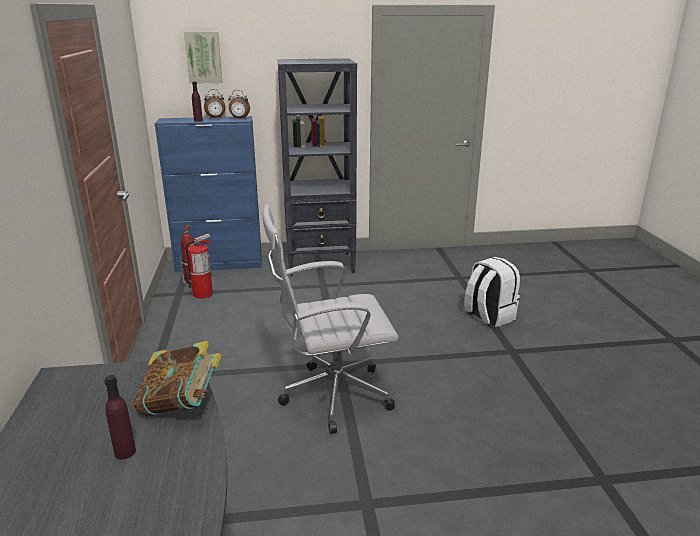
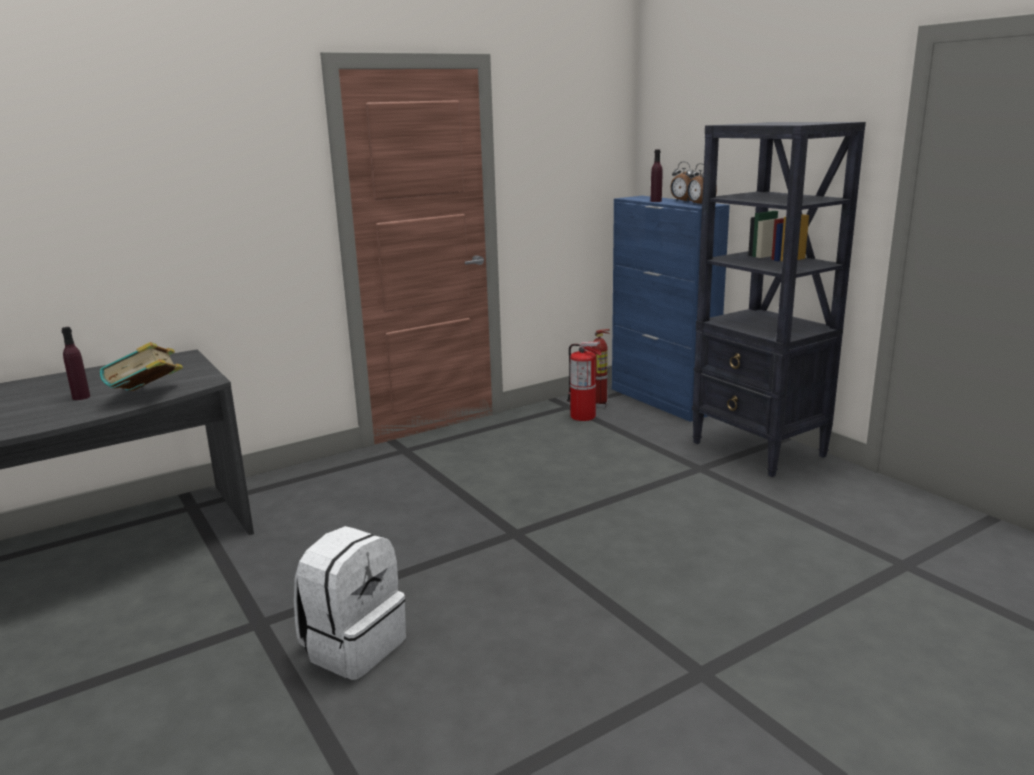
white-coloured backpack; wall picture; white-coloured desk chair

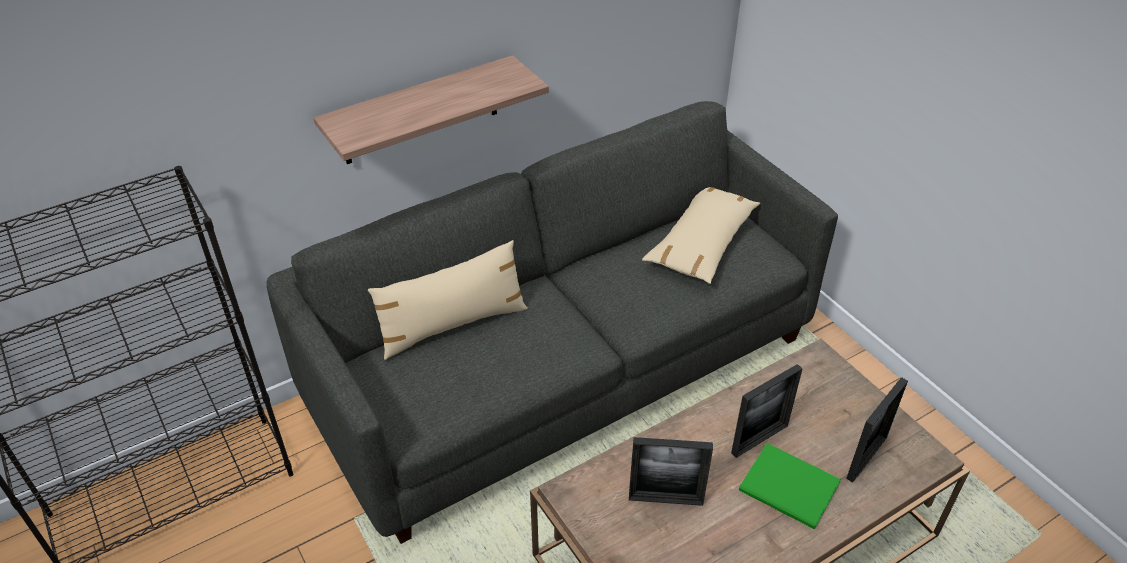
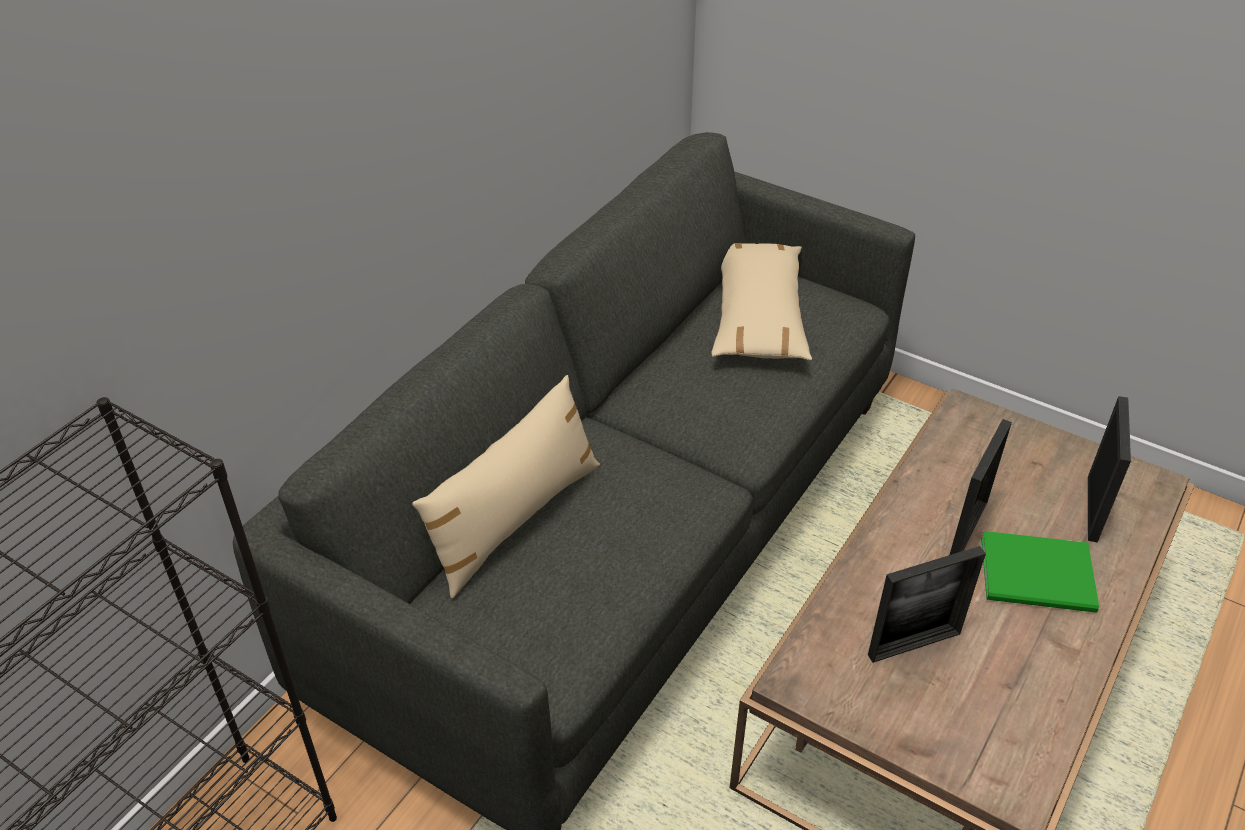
wall shelf

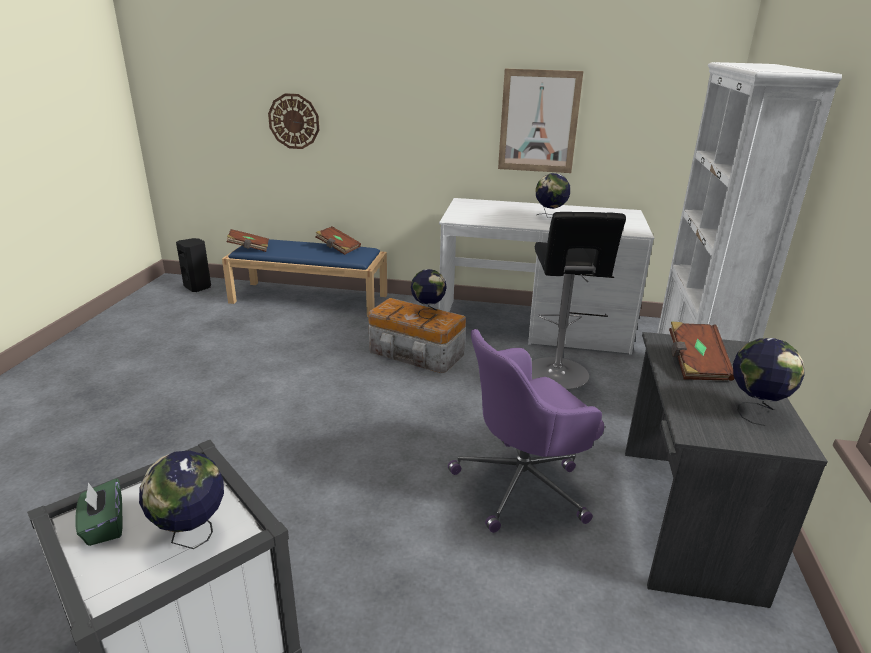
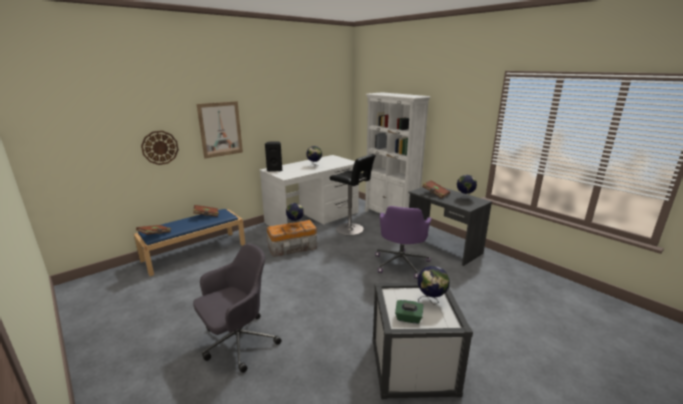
greyish desk chair; wall picture; black speaker

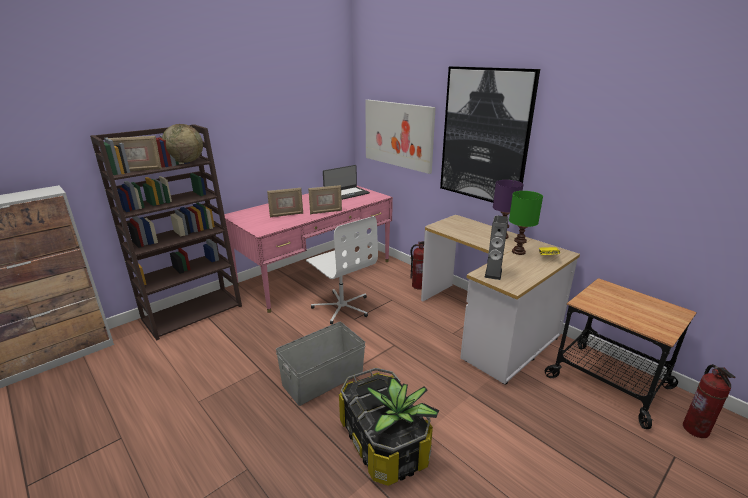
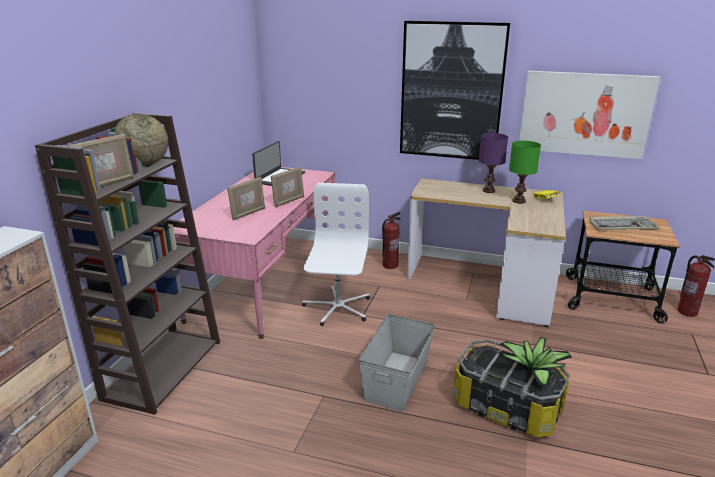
white-coloured desk chair; wall picture (no. 2 from left); PC keyboard; speaker

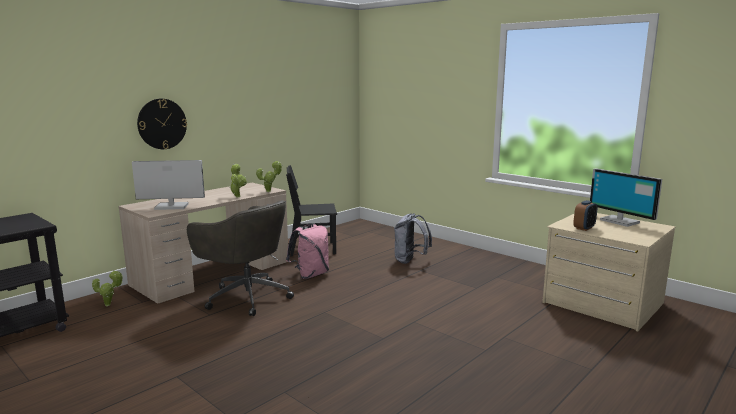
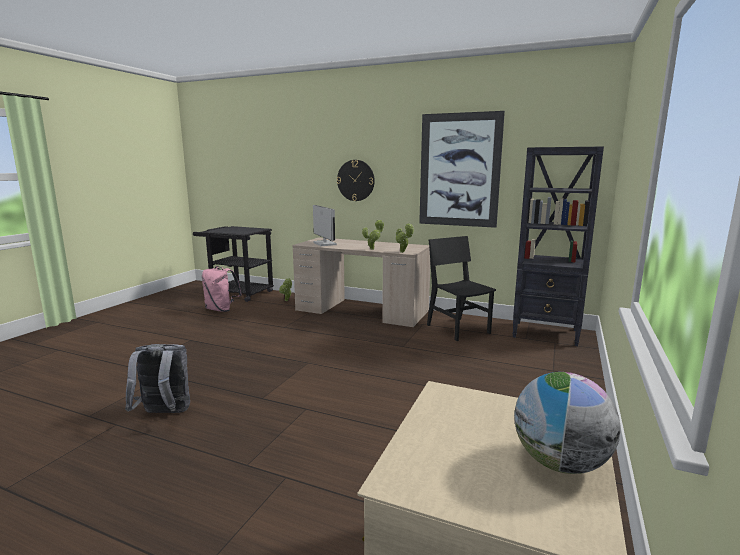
greyish backpack; pinkish backpack; wall picture; black bookshelf; globe; greyish desk chair; bedside clock

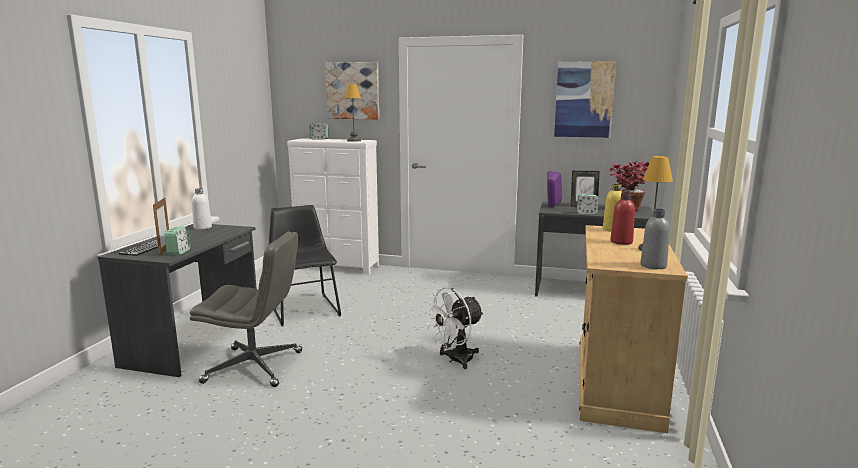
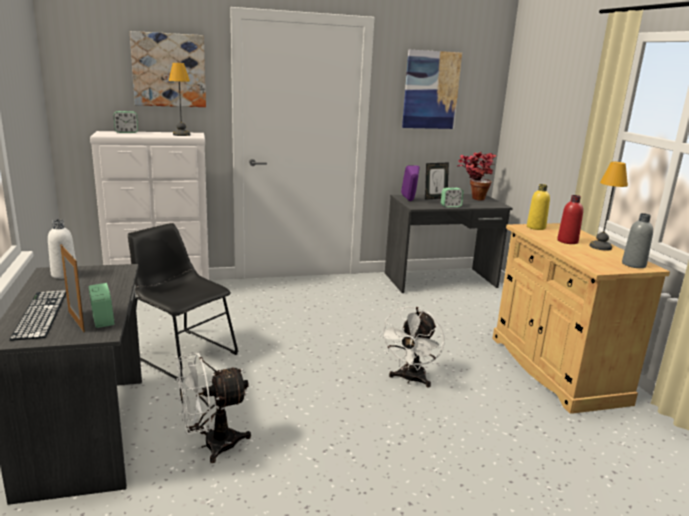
white-coloured electric fan (no. 1 from left)

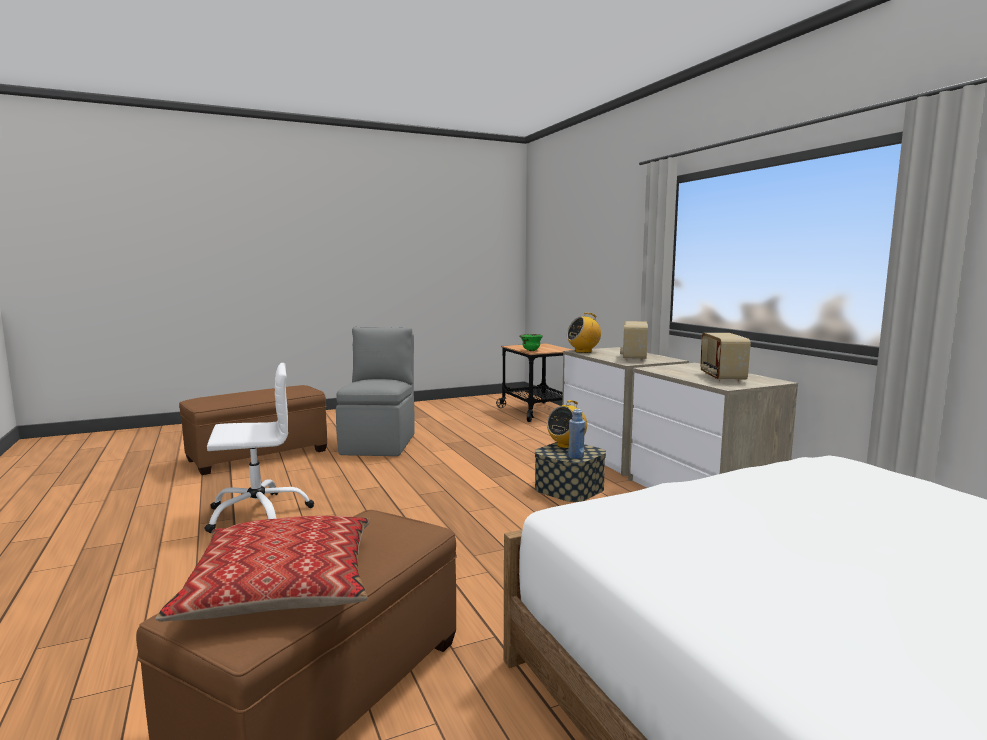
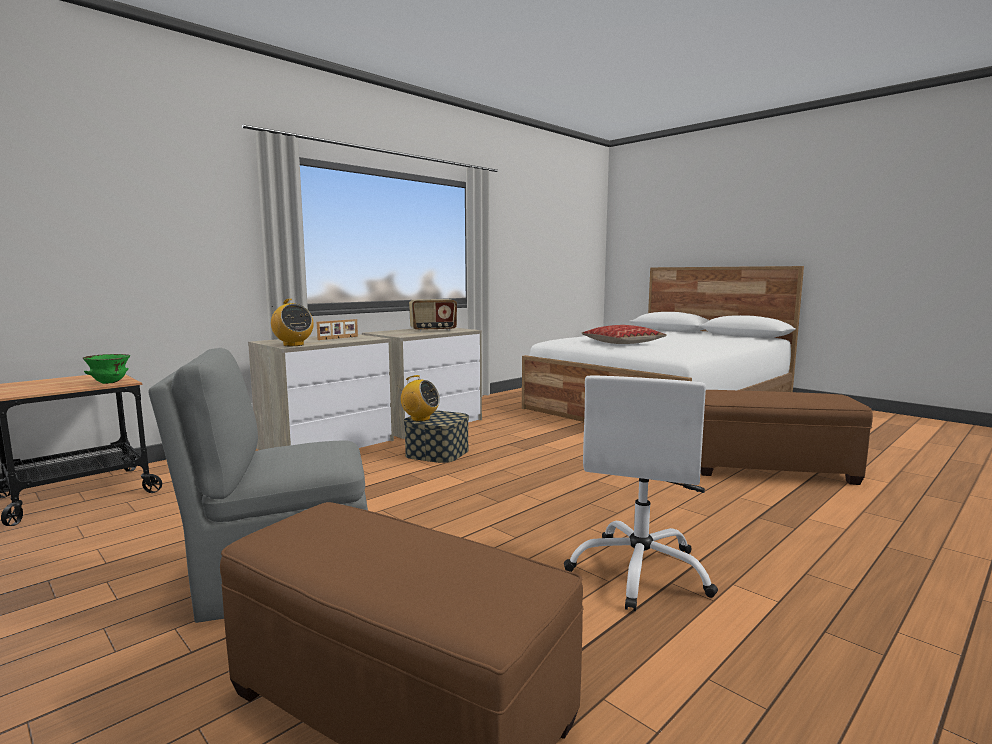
standing frame; white-coloured desk chair; pillow; bluish beverage bottle

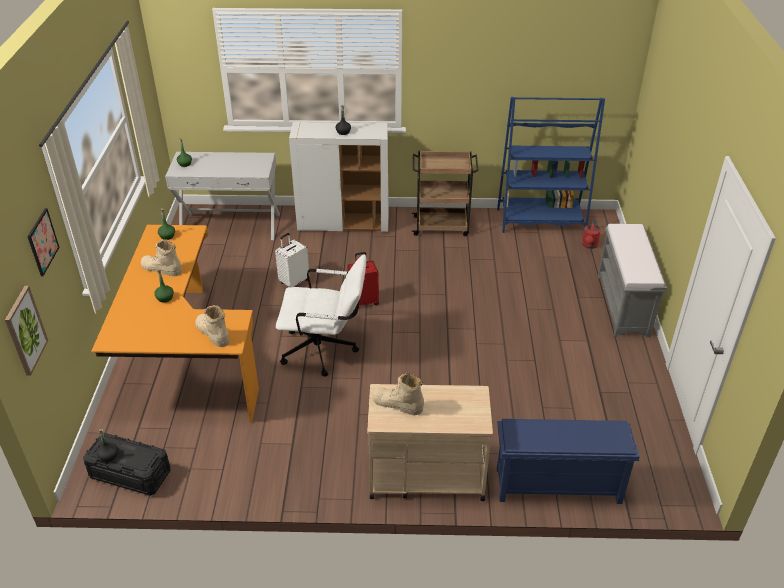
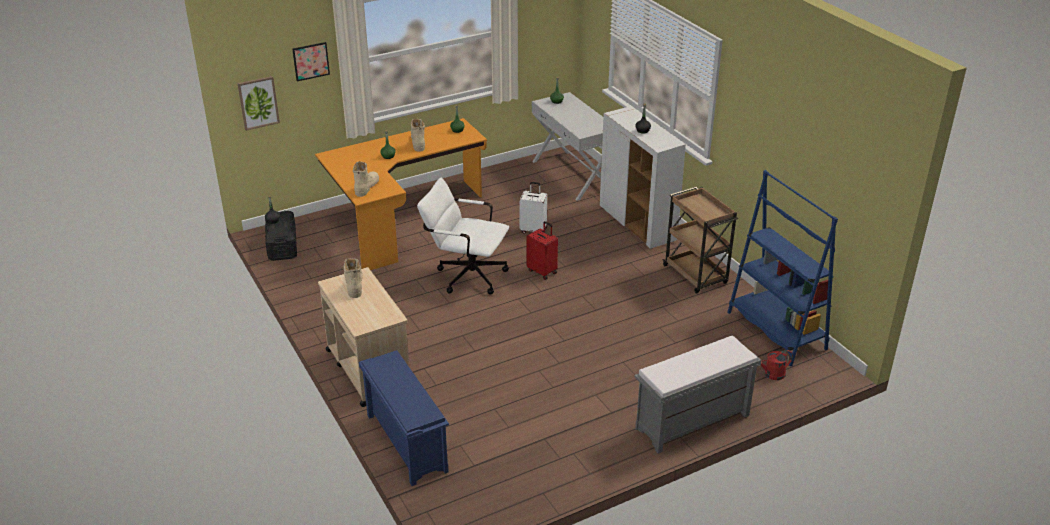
white-coloured desk chair

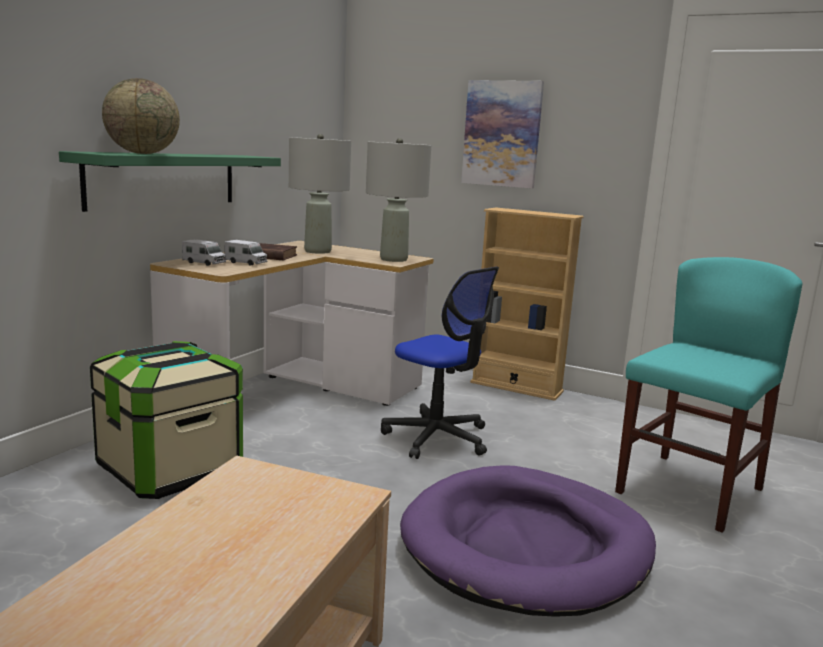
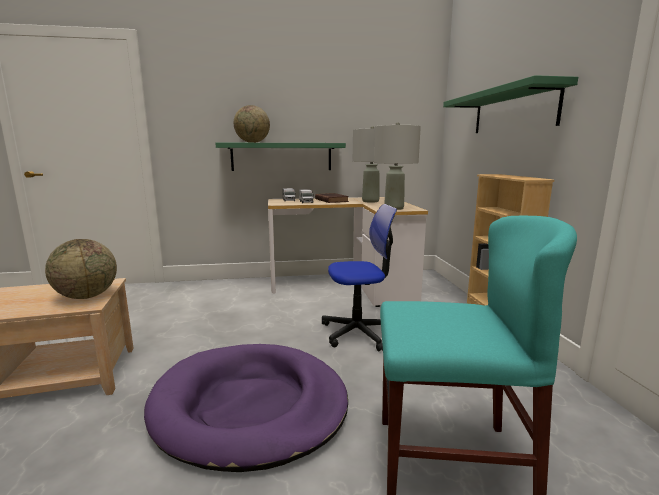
globe (no. 1 from left); desk chair; greenish wall shelf (no. 2 from left); storage container

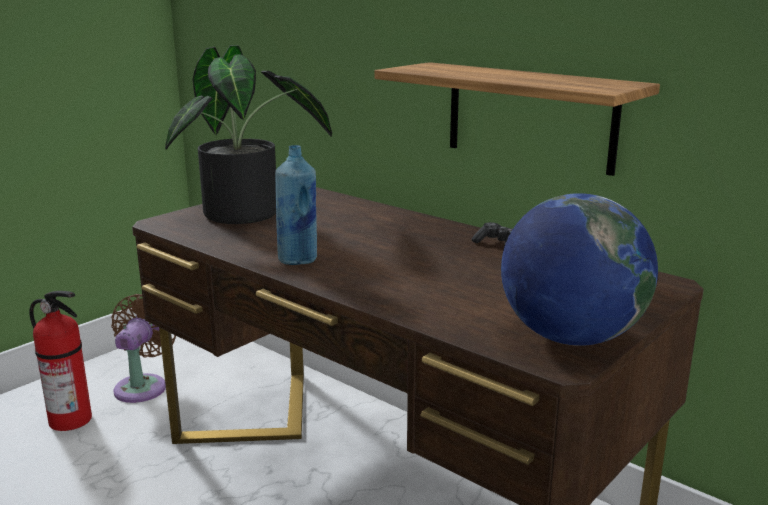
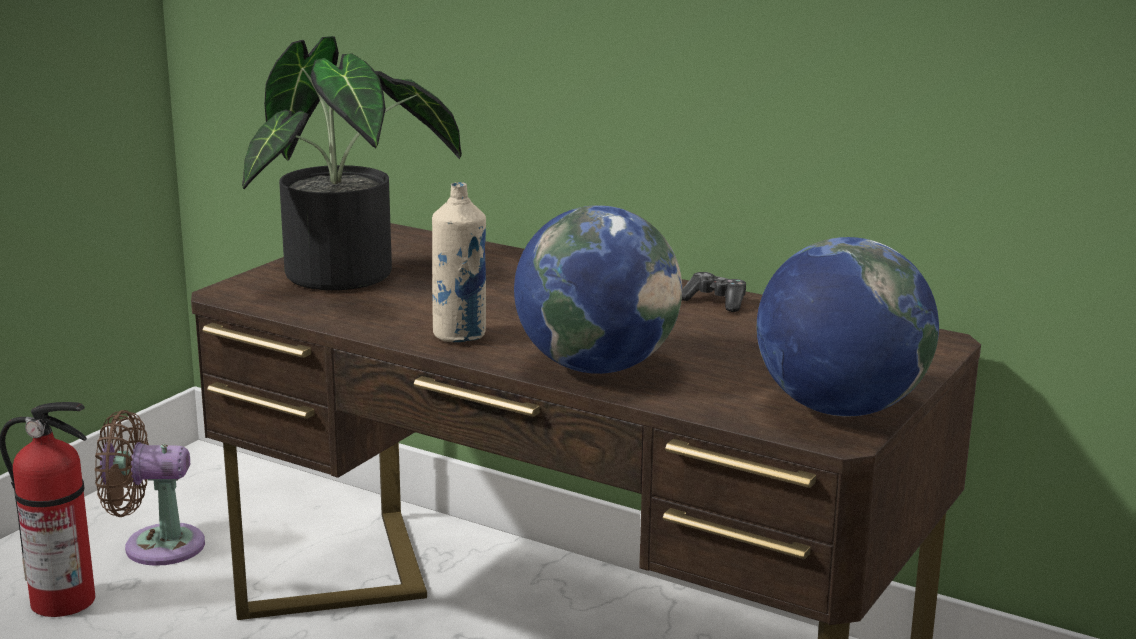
brownish electric fan; beige beverage bottle; globe (no. 1 from left); wall shelf

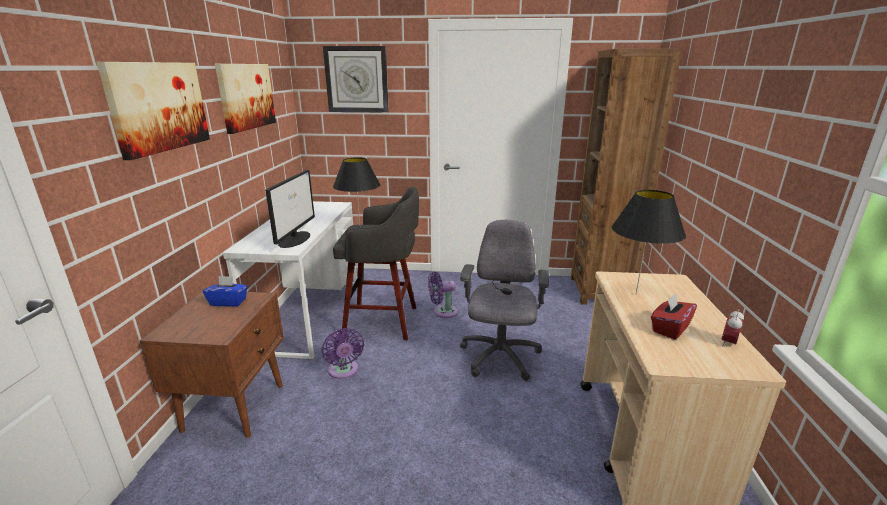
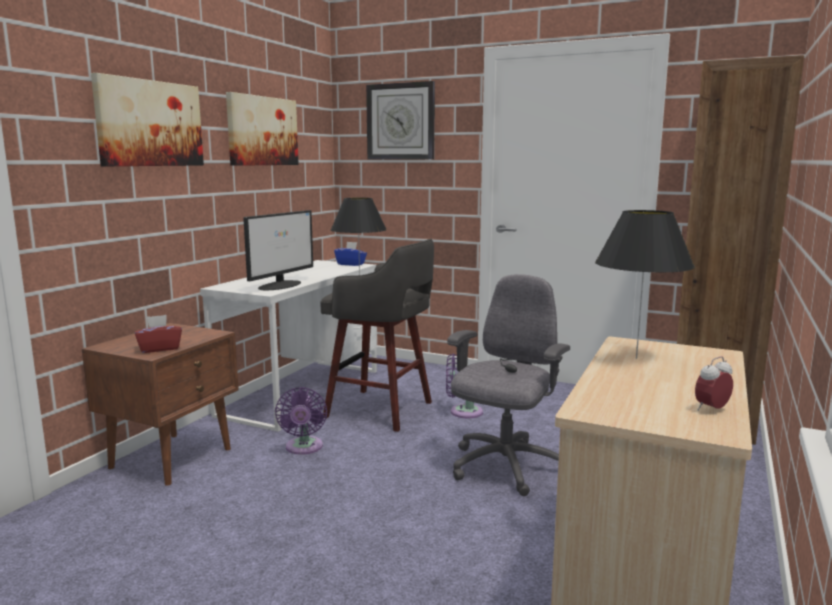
red tissue holder; bluish tissue holder

